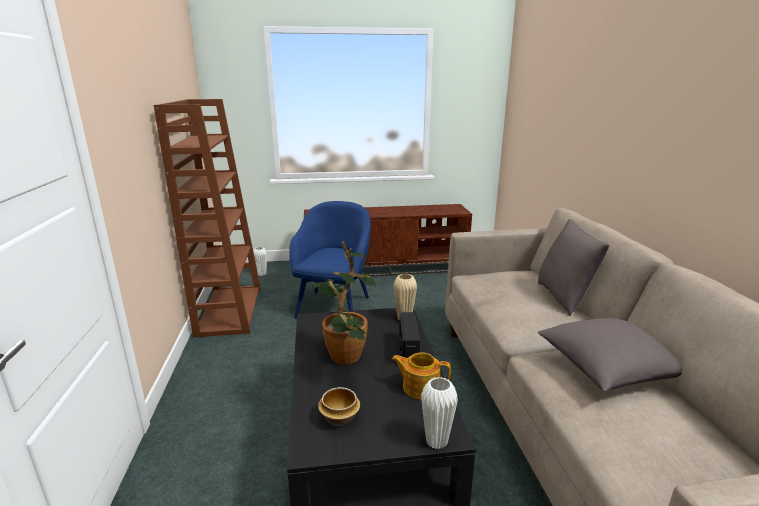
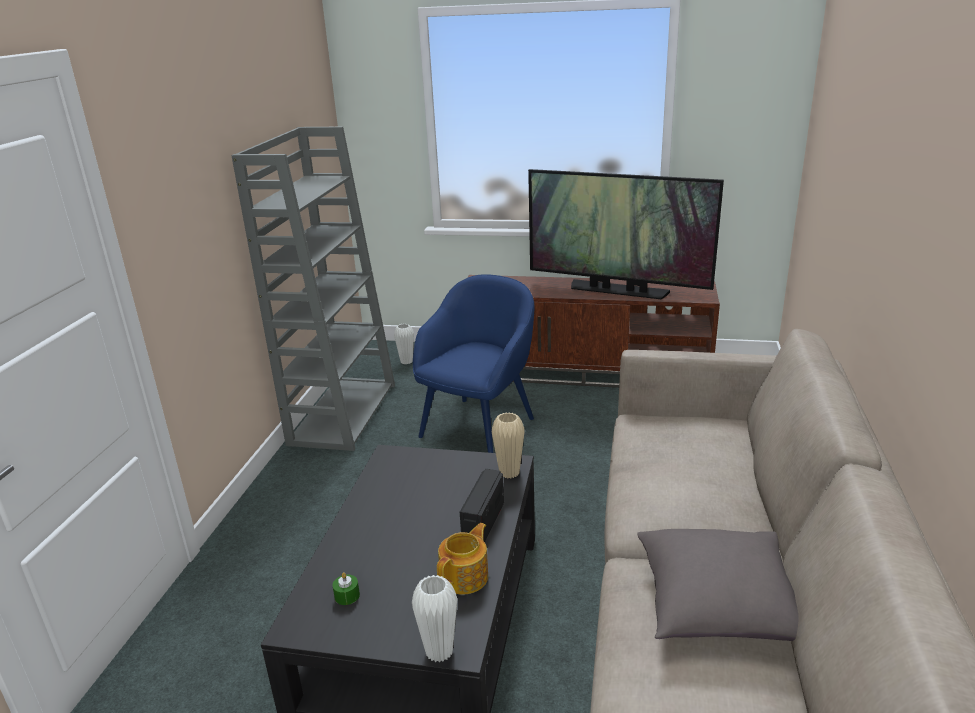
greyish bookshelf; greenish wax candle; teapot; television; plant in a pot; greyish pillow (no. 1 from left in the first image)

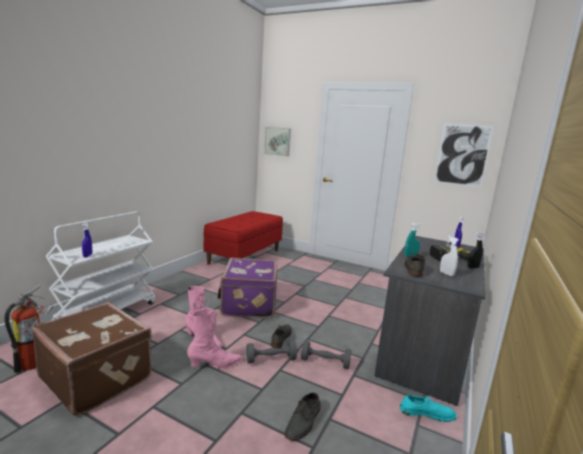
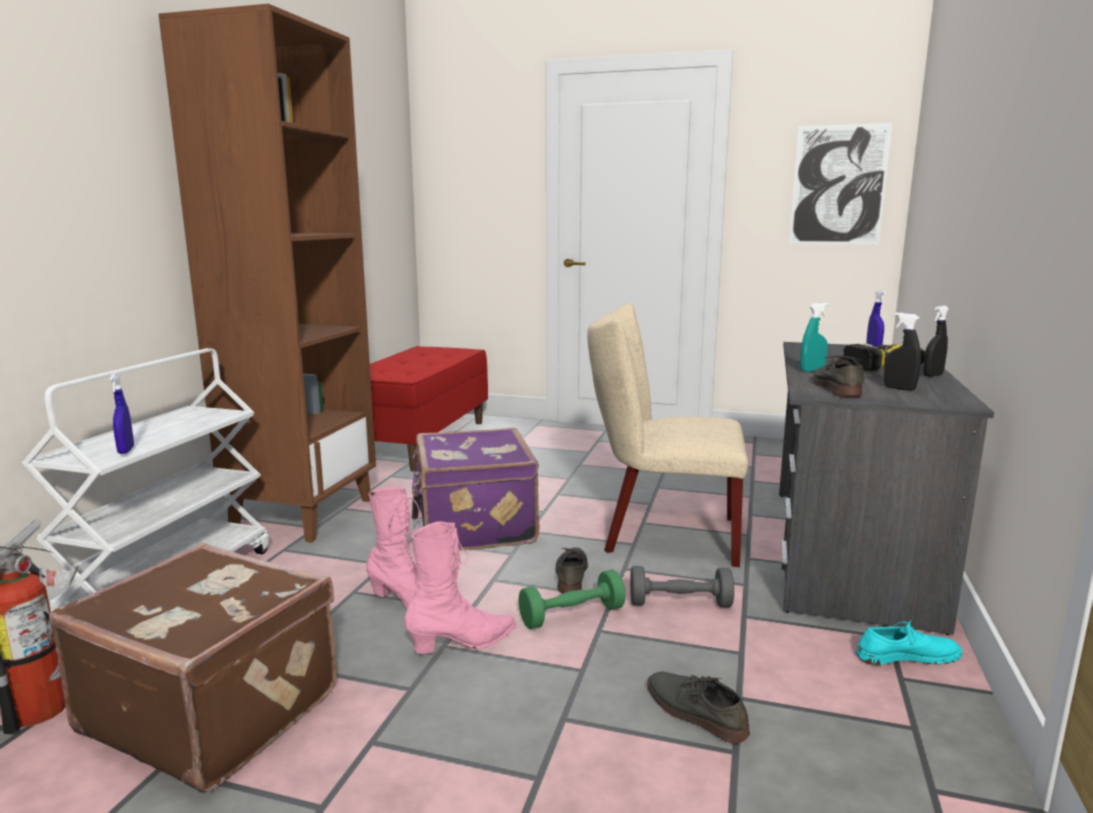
brownish bookshelf; greenish dumbbell; beige upright chair; greyish item of footwear (no. 2 from left); black sprayer (no. 1 from left); wall picture (no. 1 from left in the first image)

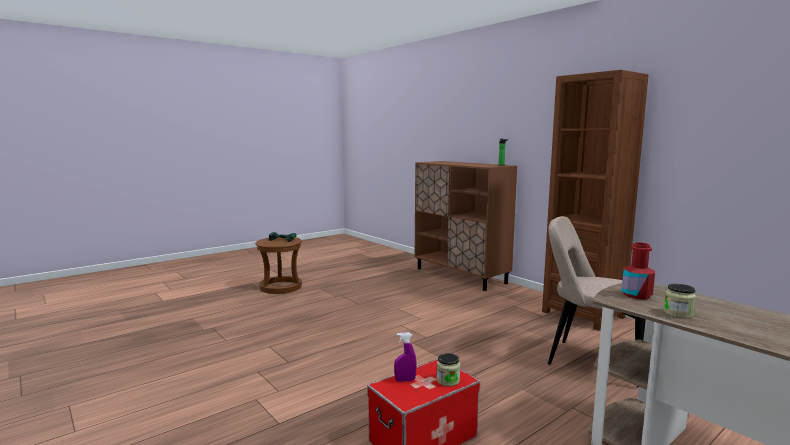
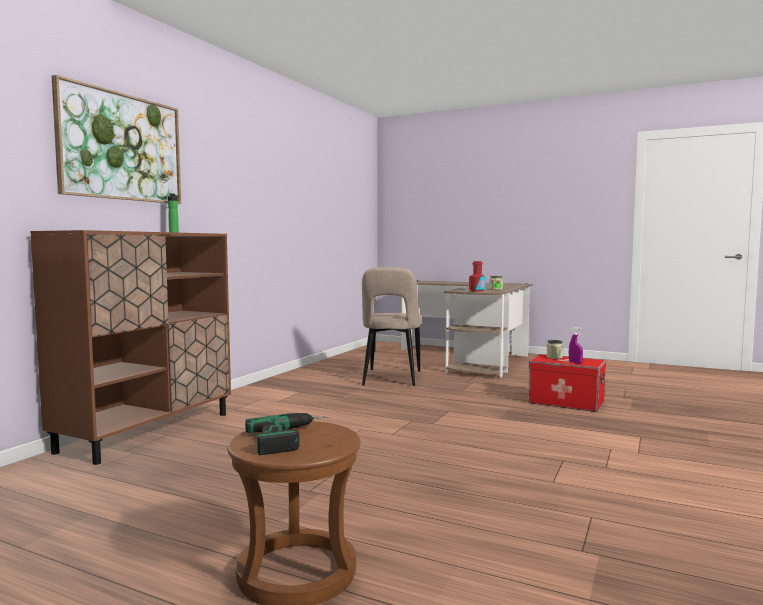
wall picture; brownish bookshelf

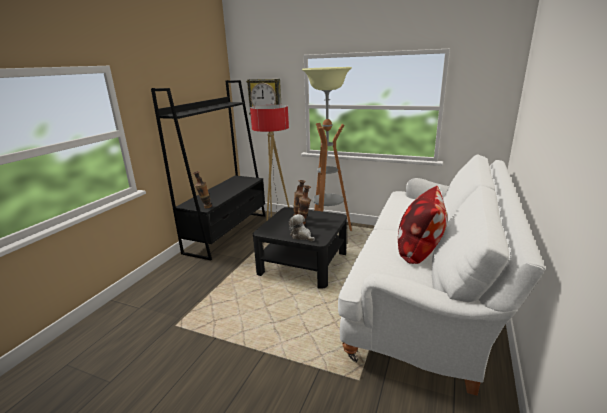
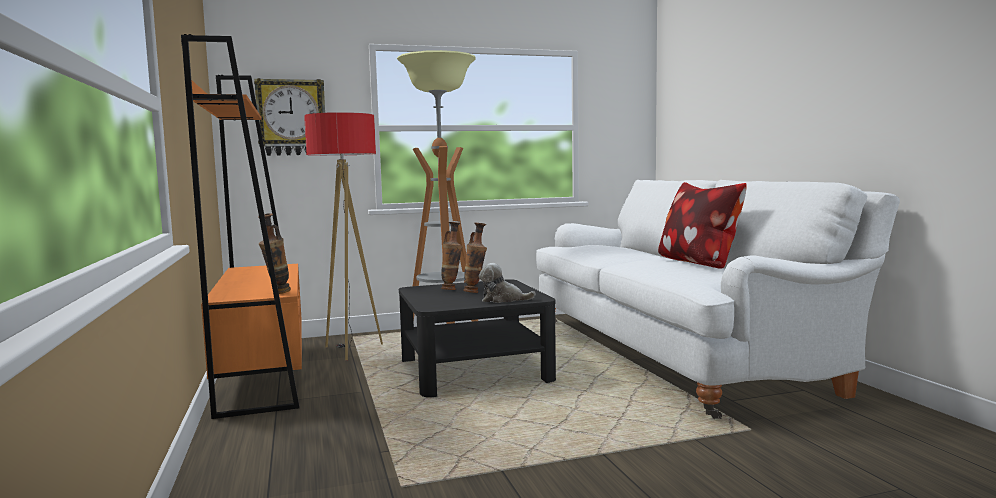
orange bookshelf

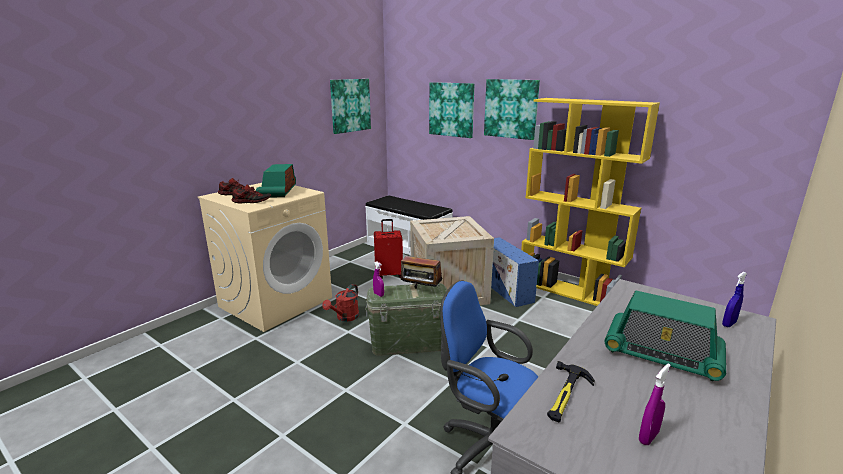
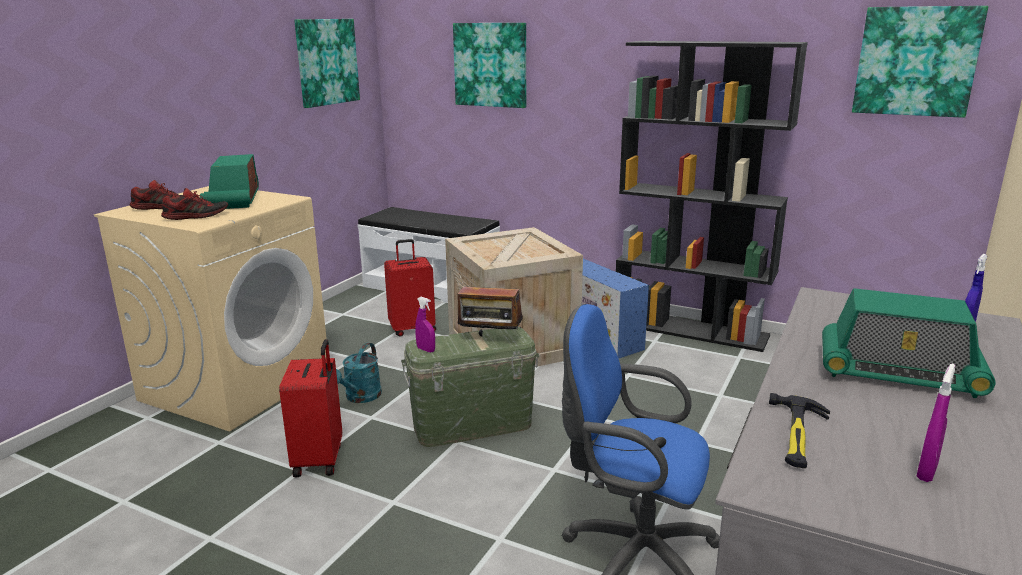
red travel case (no. 1 from left); blue-green watering can; black bookshelf; wall picture (no. 3 from left)

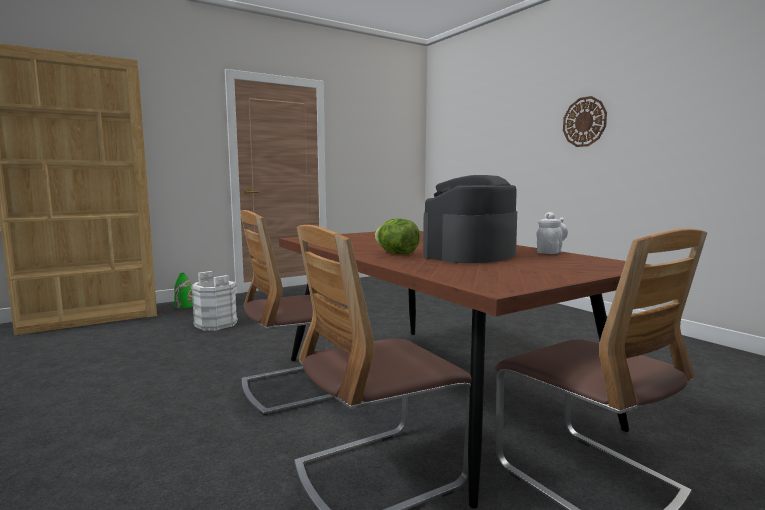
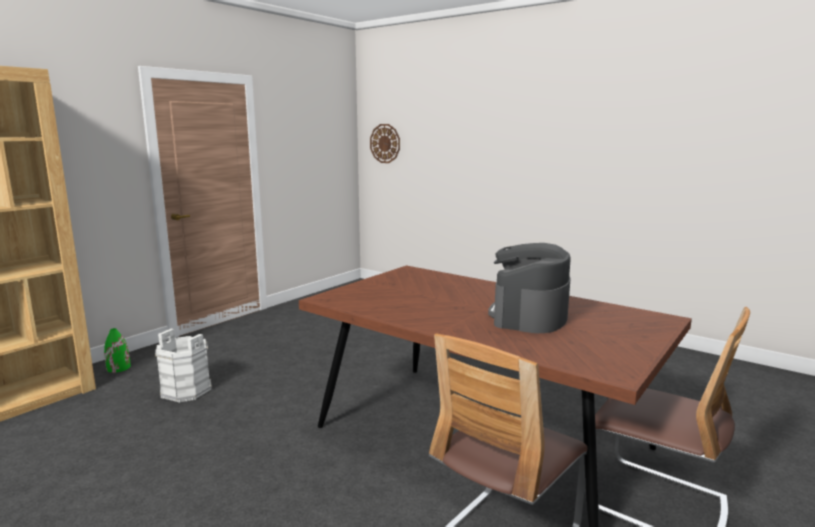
hanging clock; upright chair (no. 1 from left in the first image); lettuce; white-coloured teapot

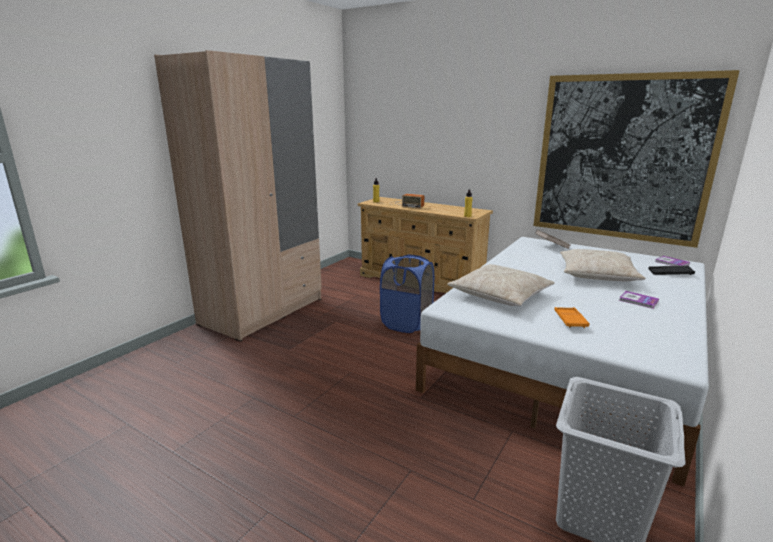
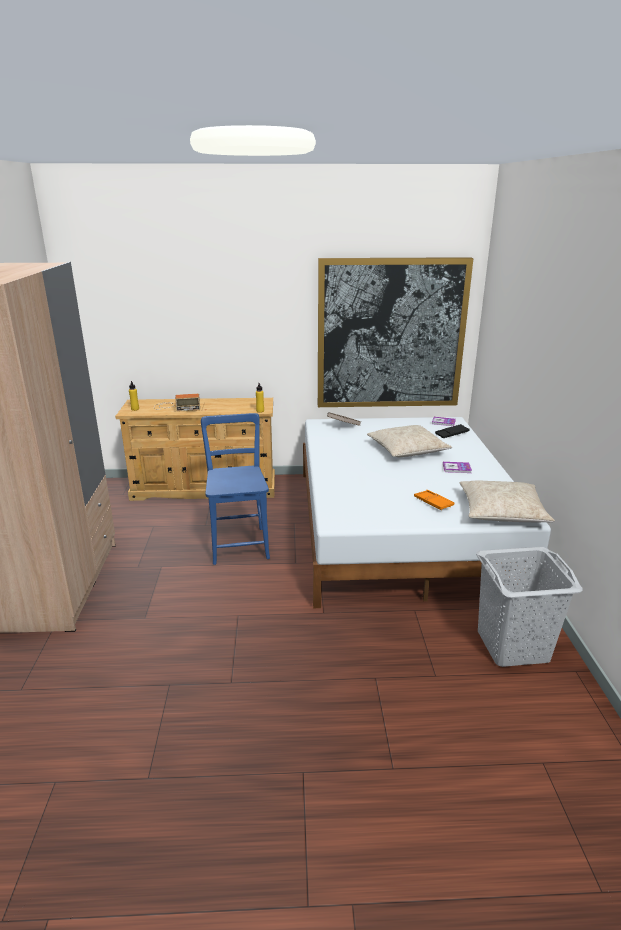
bluish upright chair; beige pillow (no. 2 from left)

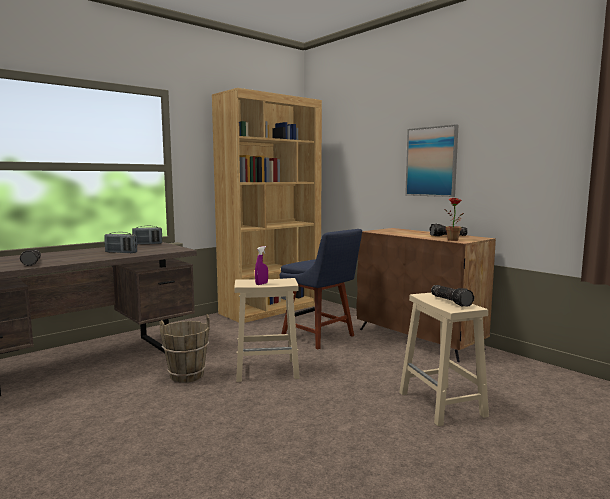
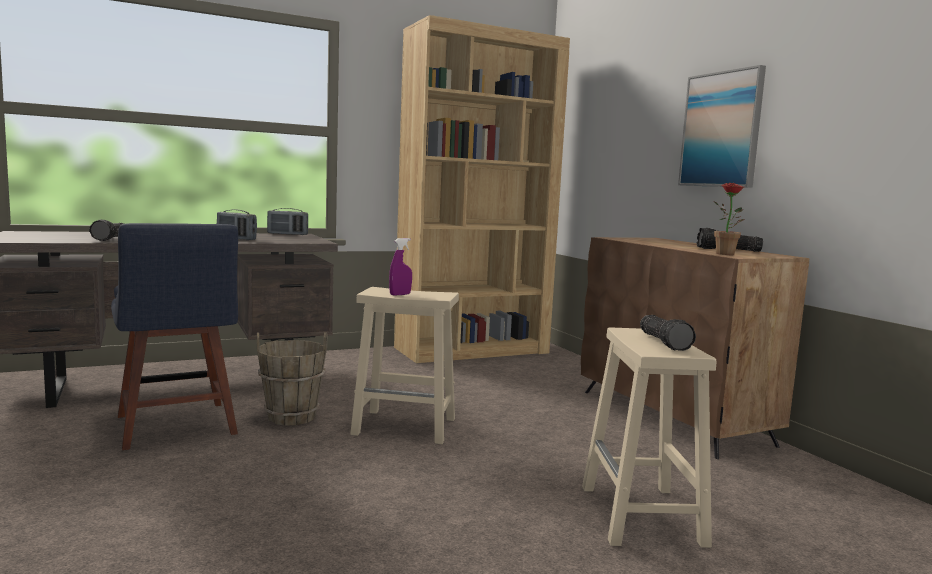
bluish upright chair

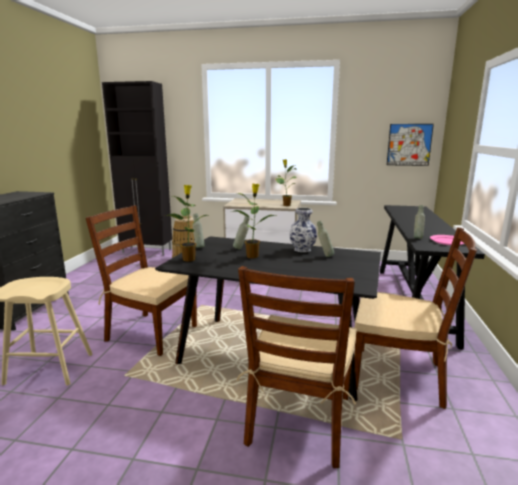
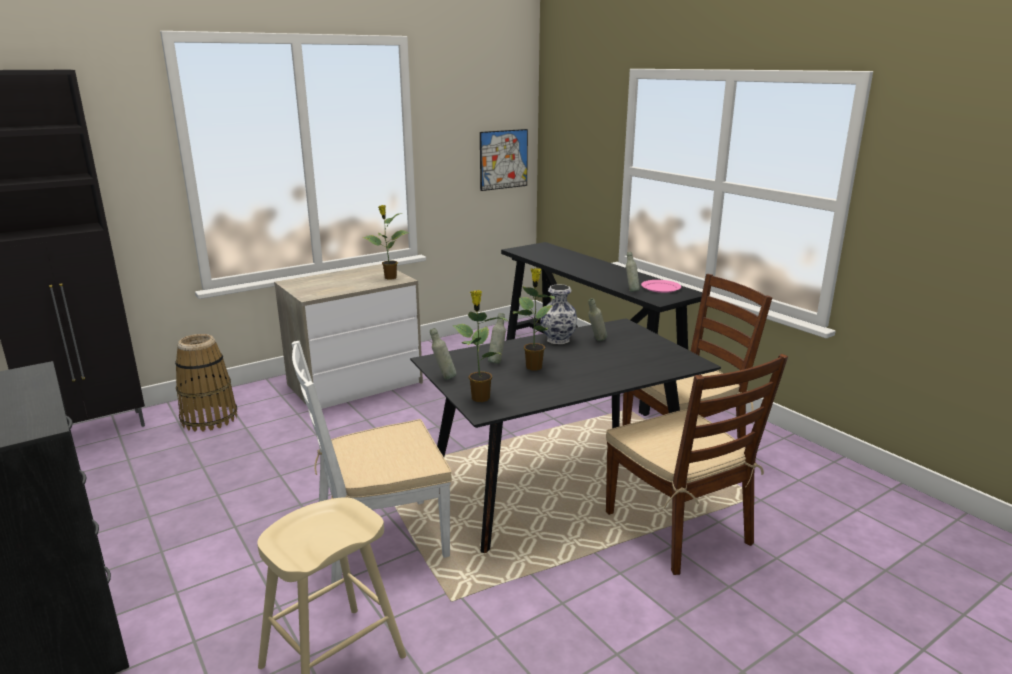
white-coloured upright chair

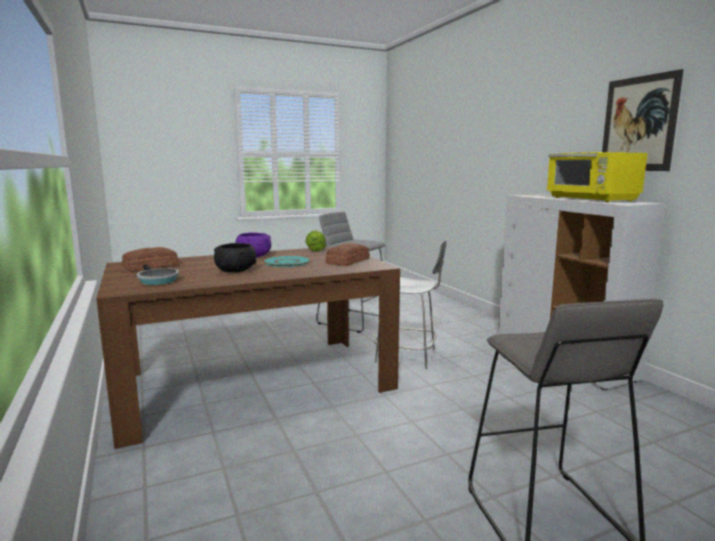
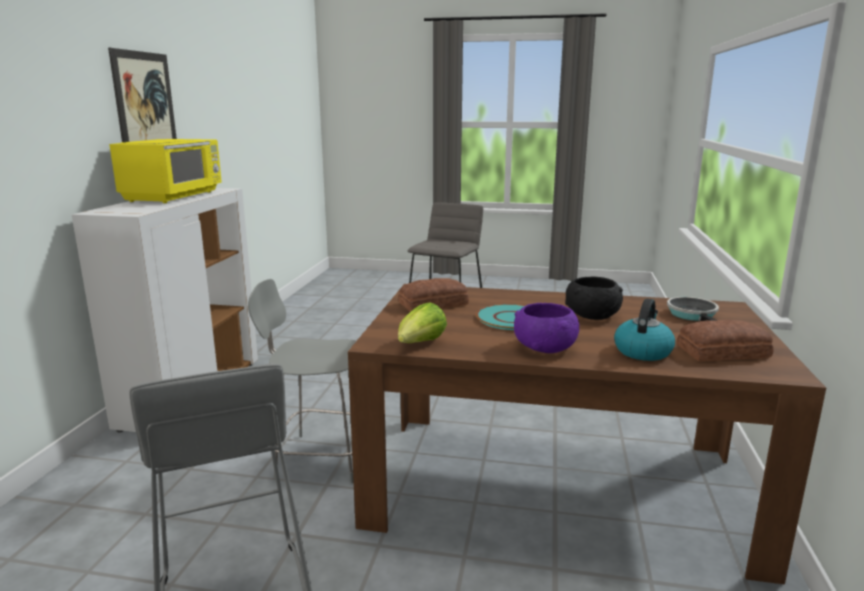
greyish upright chair; kettle

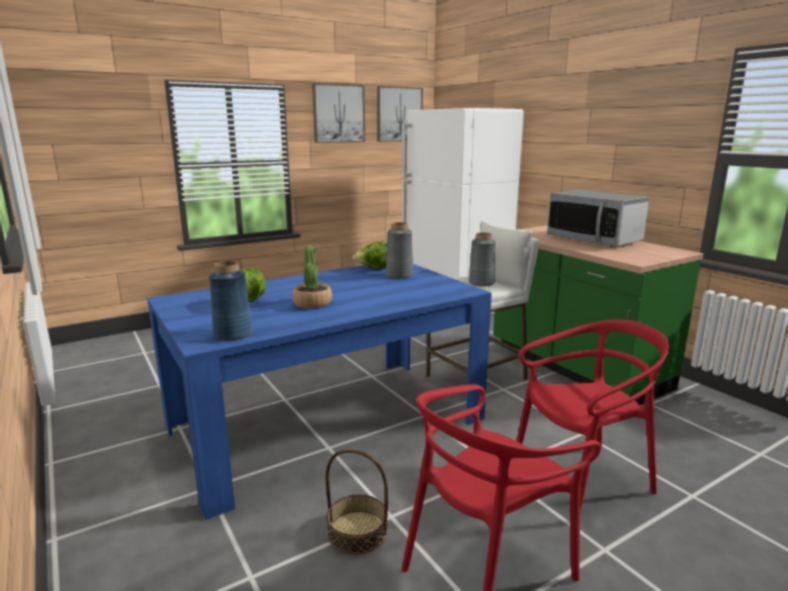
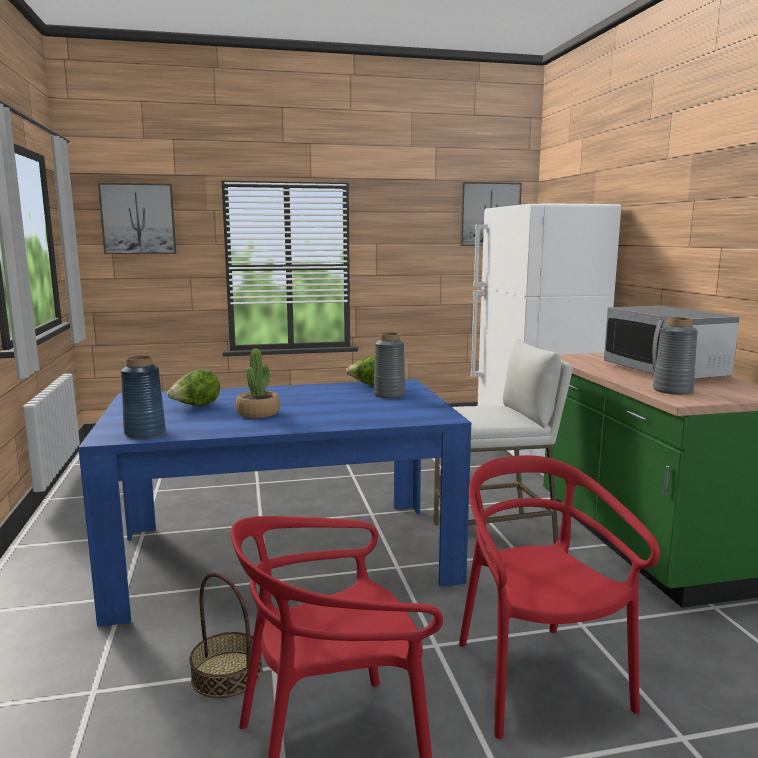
wall picture (no. 1 from left); red upright chair (no. 2 from left); greyish decorative vase (no. 2 from left)

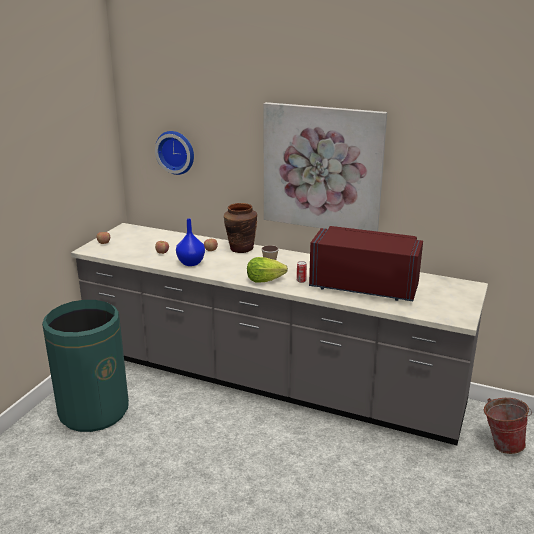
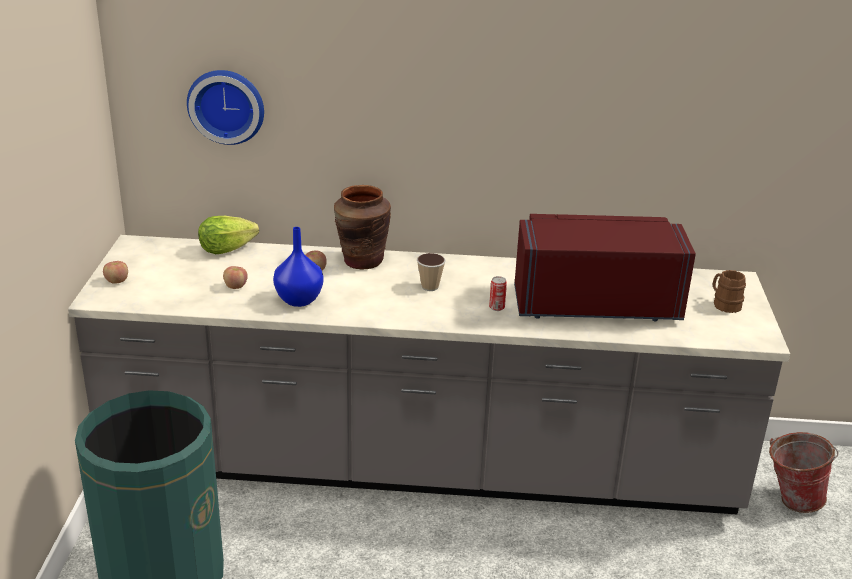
lettuce; brownish coffee mug; wall picture

